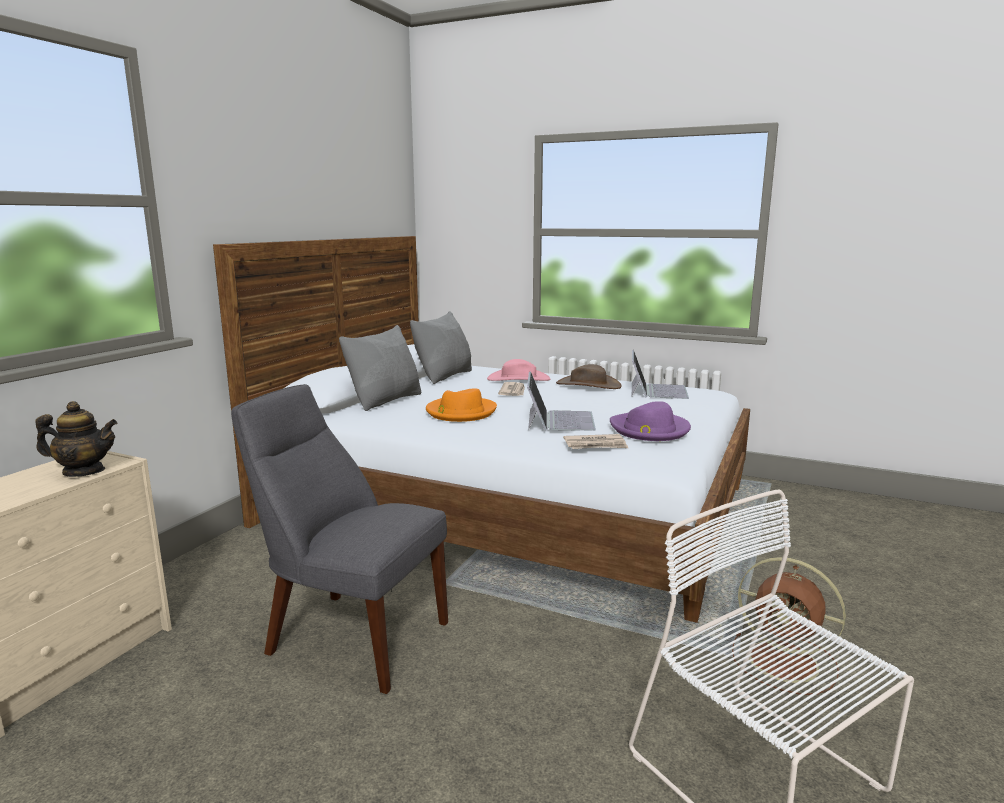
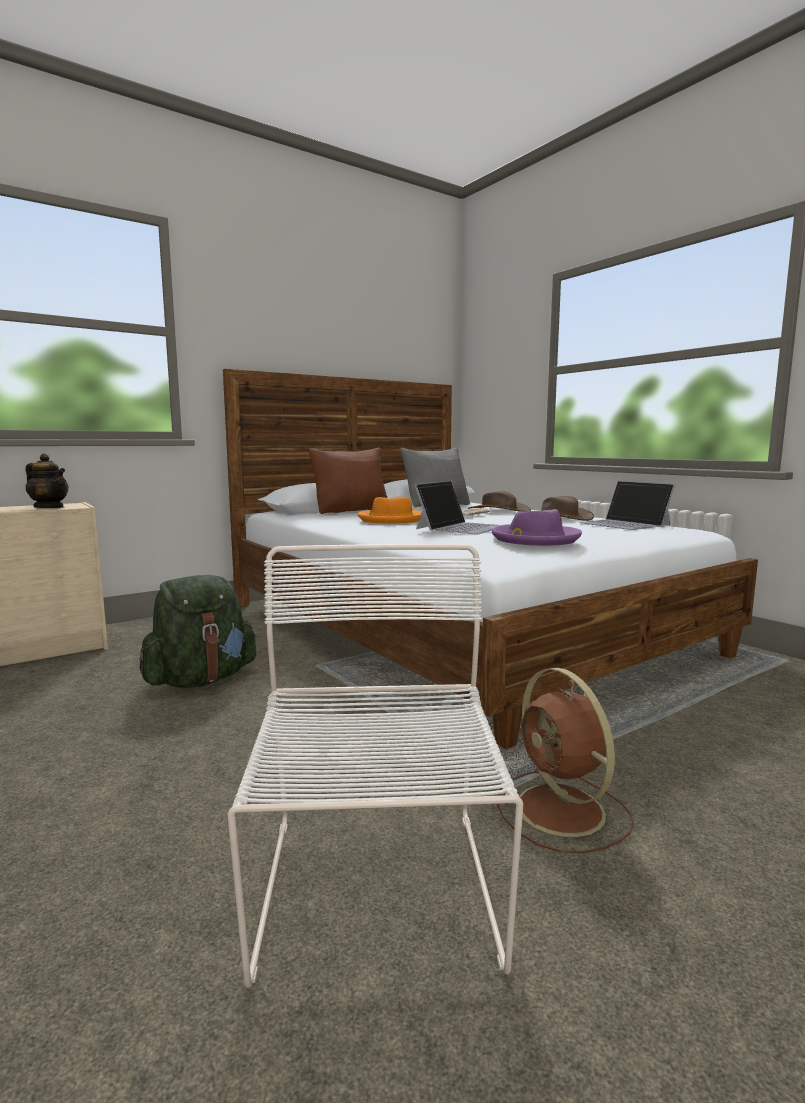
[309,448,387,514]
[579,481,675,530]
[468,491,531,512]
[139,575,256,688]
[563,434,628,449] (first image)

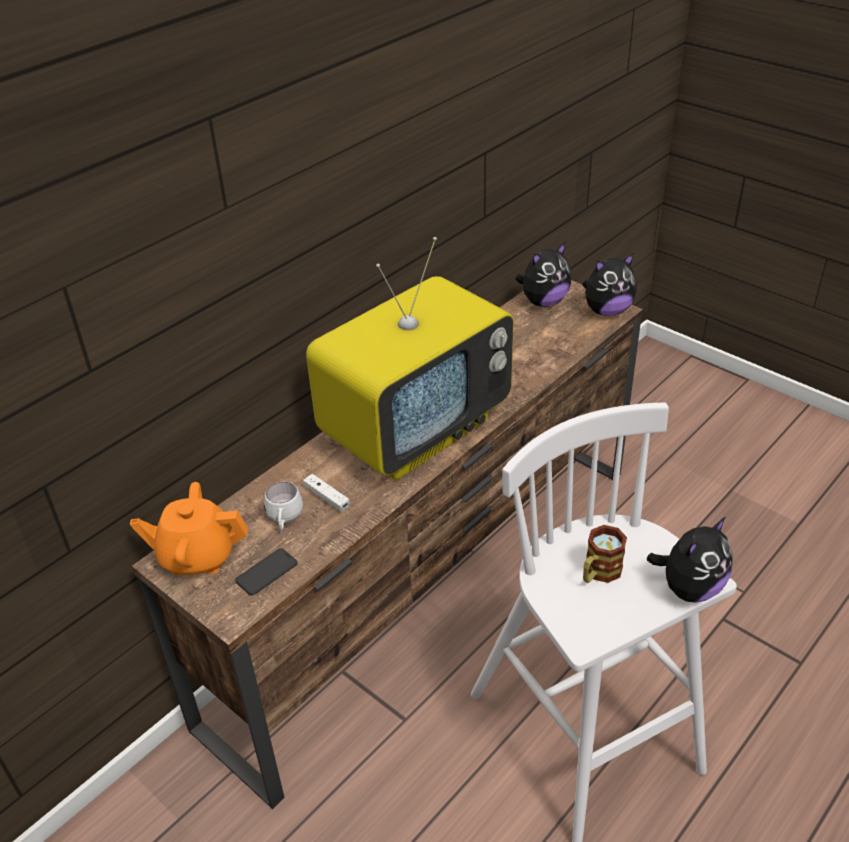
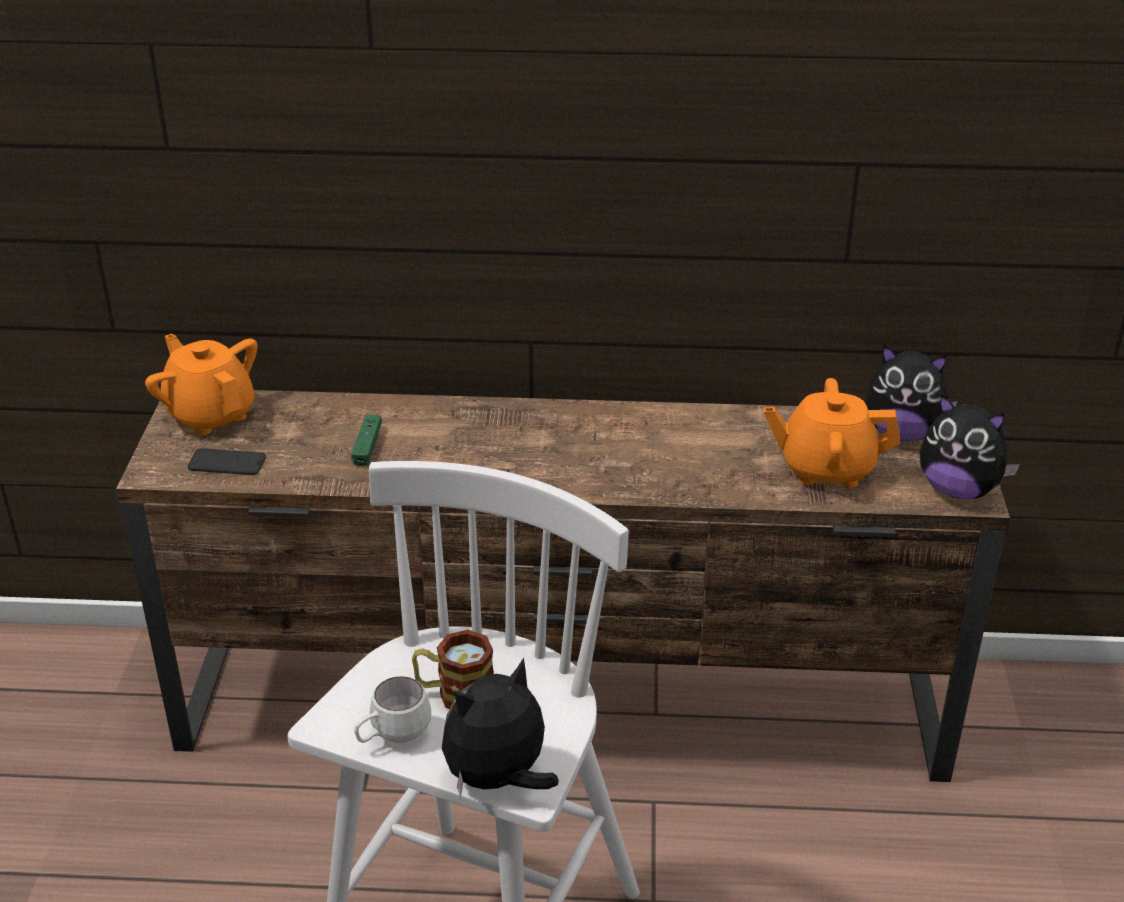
[306,237,514,480] (first image)
[351,415,382,466]
[354,676,431,743]
[442,658,559,798]
[764,378,900,488]

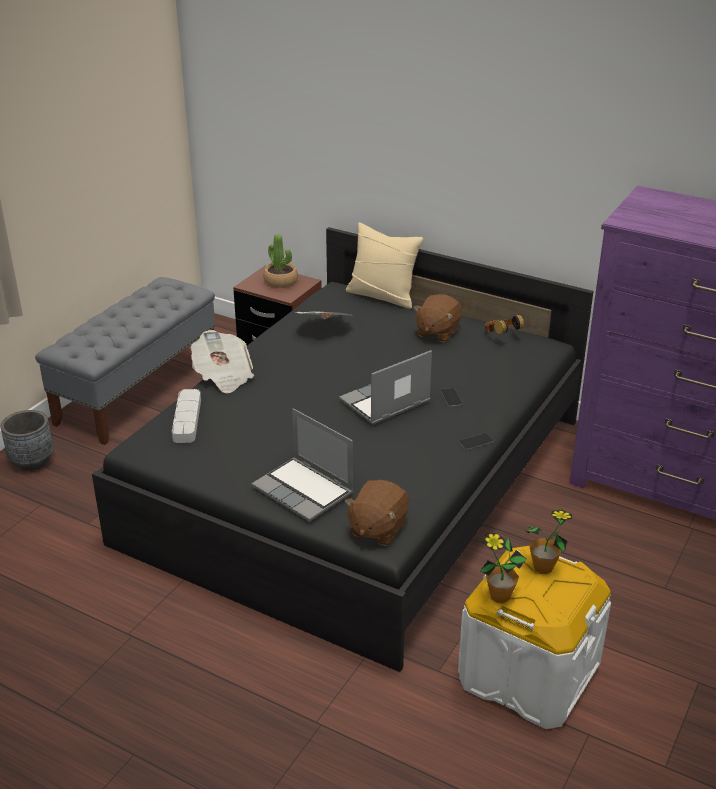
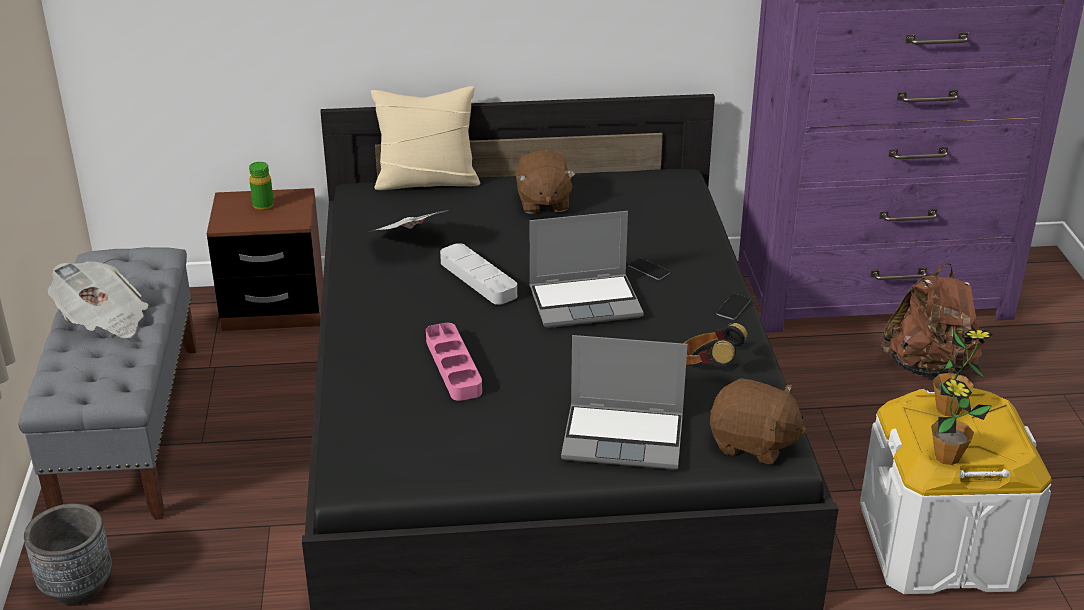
[249,162,274,210]
[683,323,748,365]
[48,261,148,338]
[530,211,644,328]
[440,243,517,305]
[710,378,807,464]
[881,263,985,377]
[426,323,482,401]

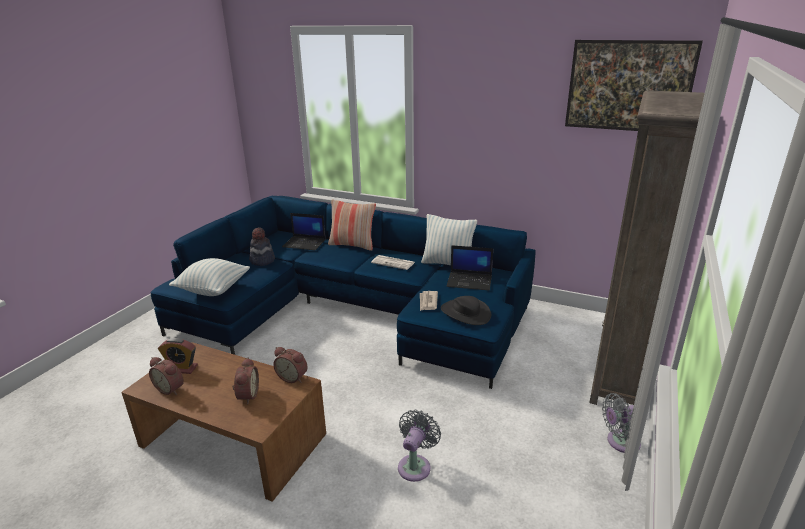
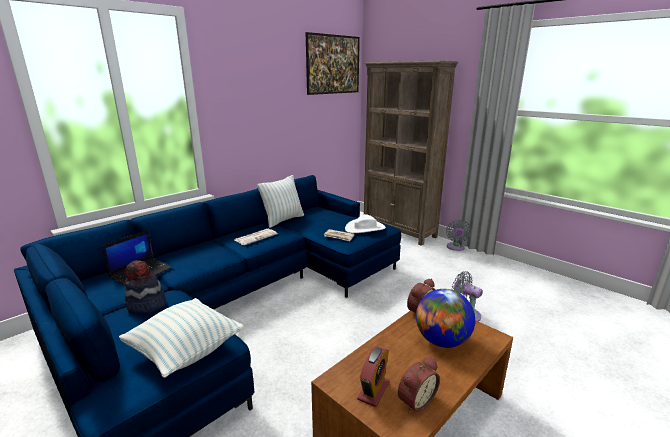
[328,200,376,251] (first image)
[446,245,493,291] (first image)
[345,214,386,233]
[416,289,475,348]

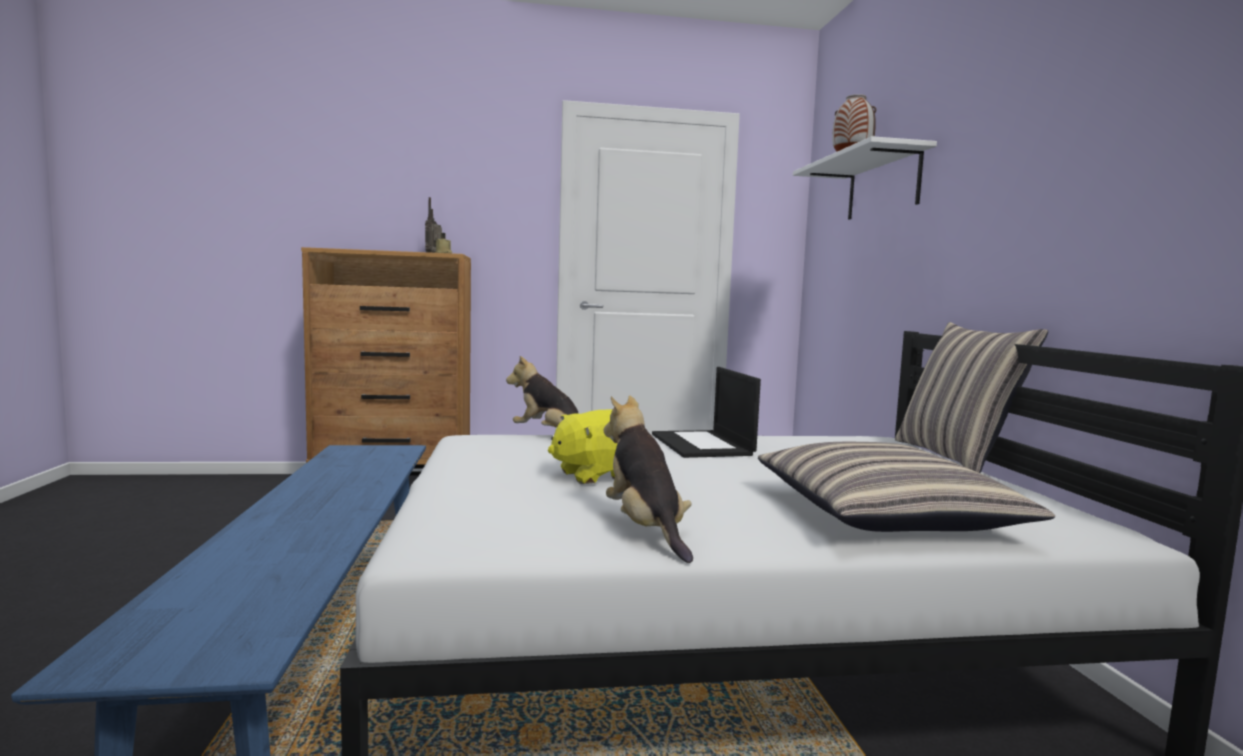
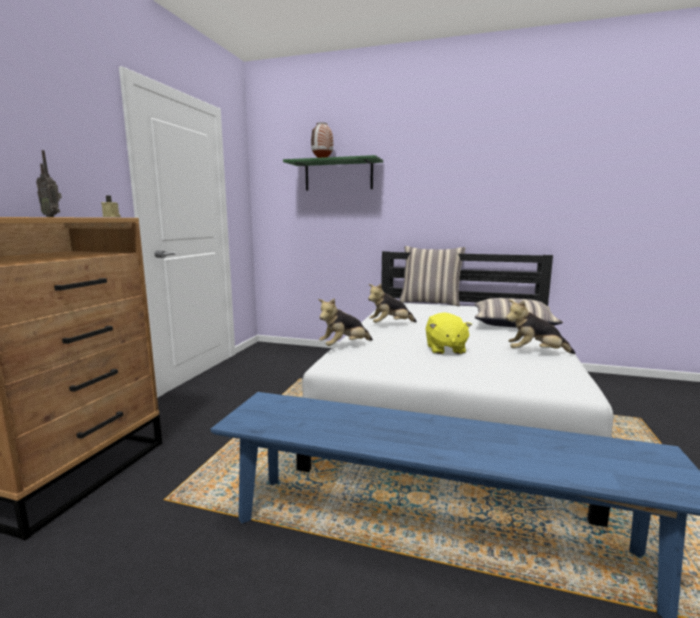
[283,155,383,191]
[368,284,417,323]

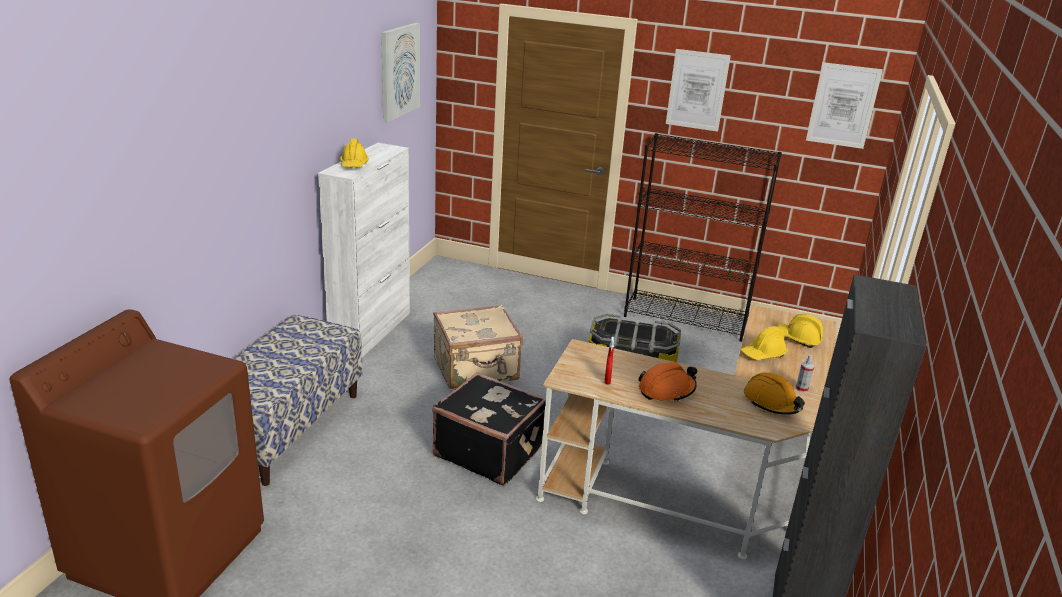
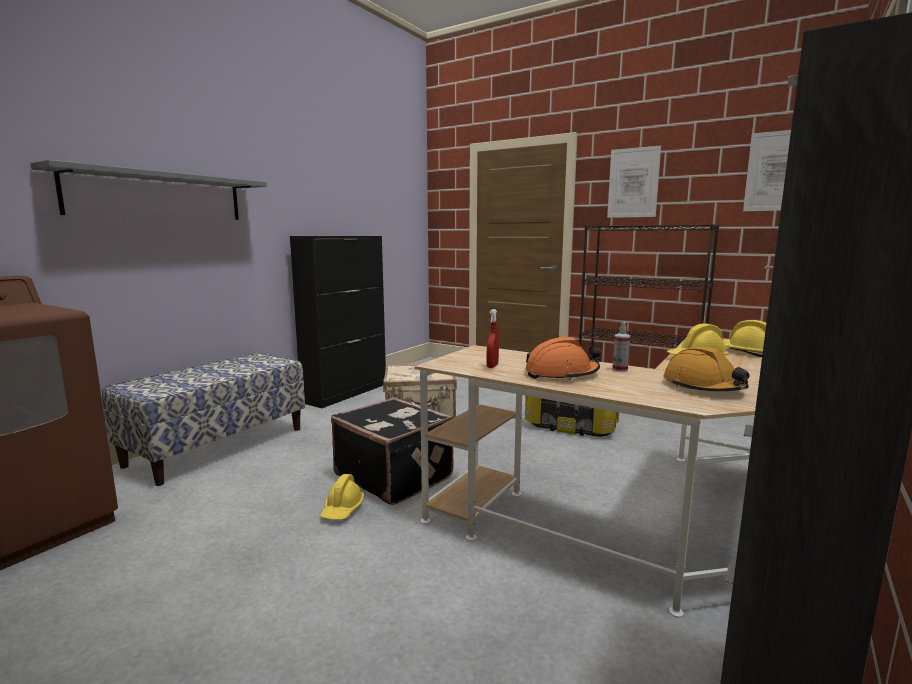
[381,23,420,122] (first image)
[320,474,364,520]
[290,236,386,408]
[613,322,630,372]
[30,160,267,220]

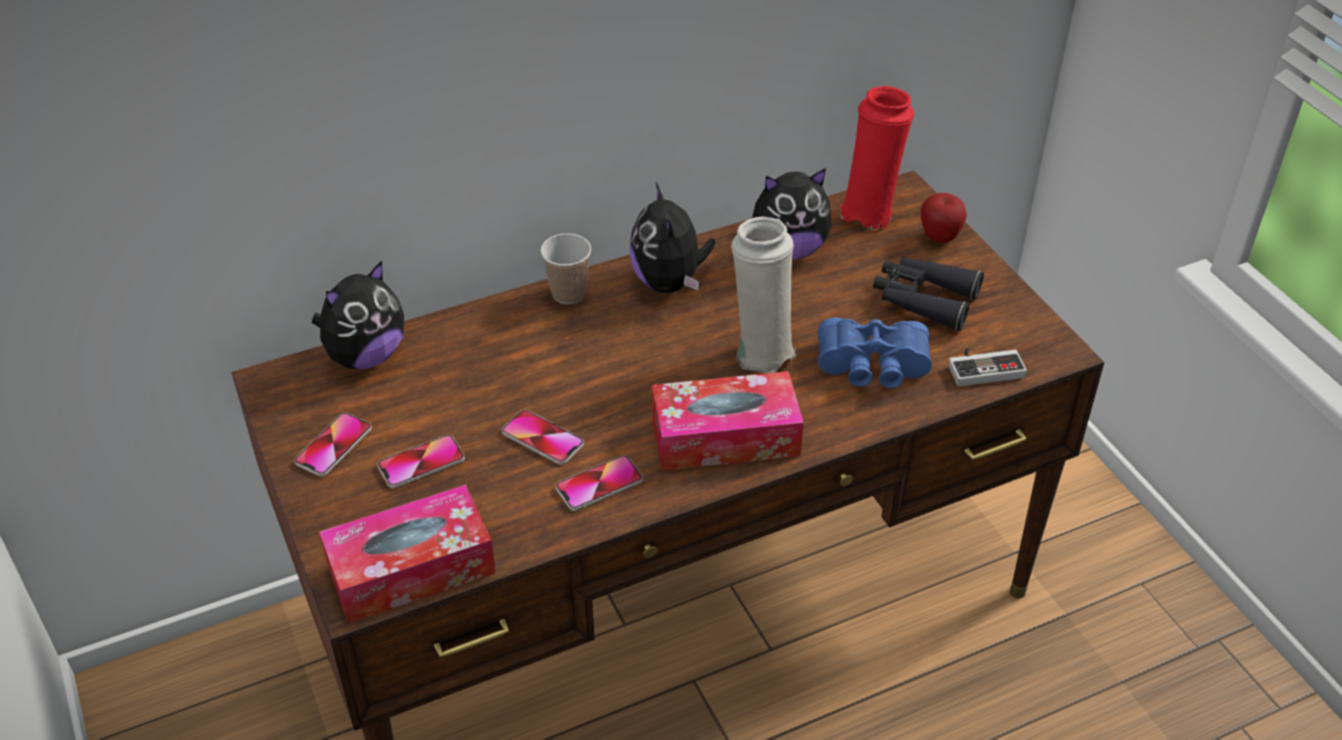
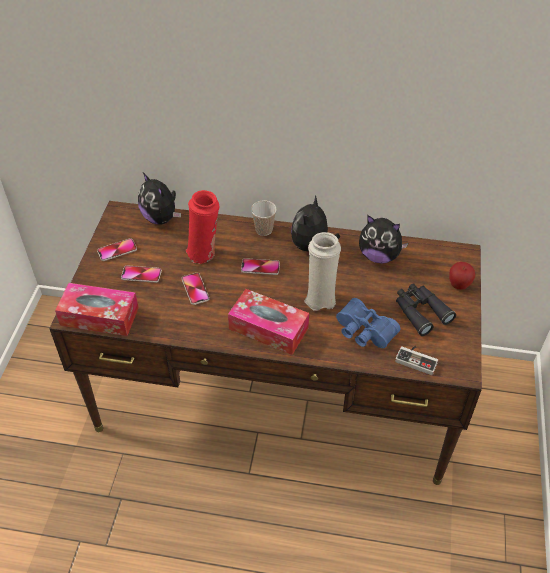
[186,190,219,264]
[138,173,181,225]
[241,258,280,275]

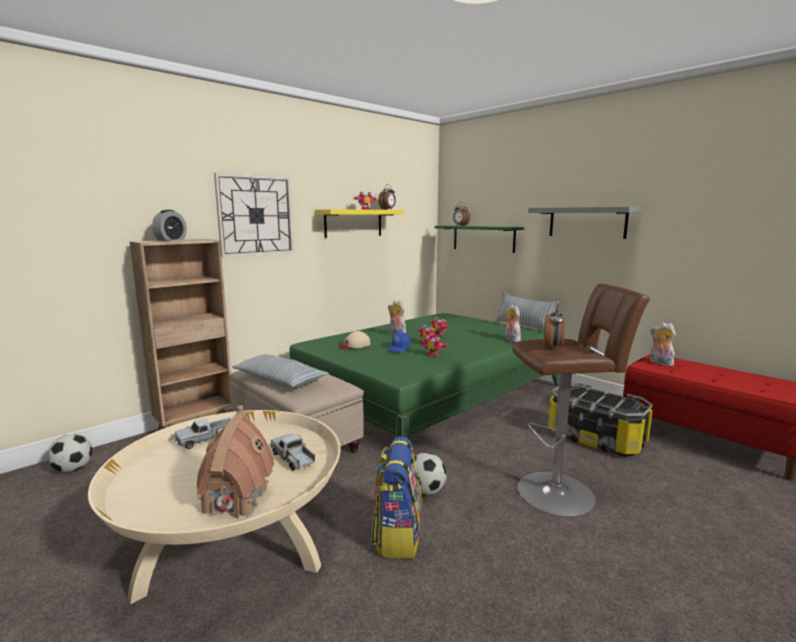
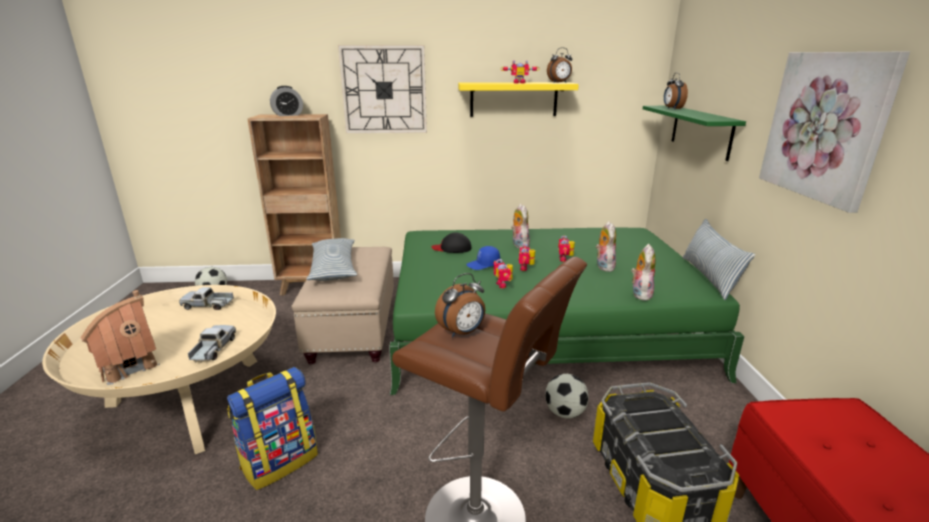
[759,52,910,213]
[596,221,616,272]
[432,232,471,253]
[545,374,589,419]

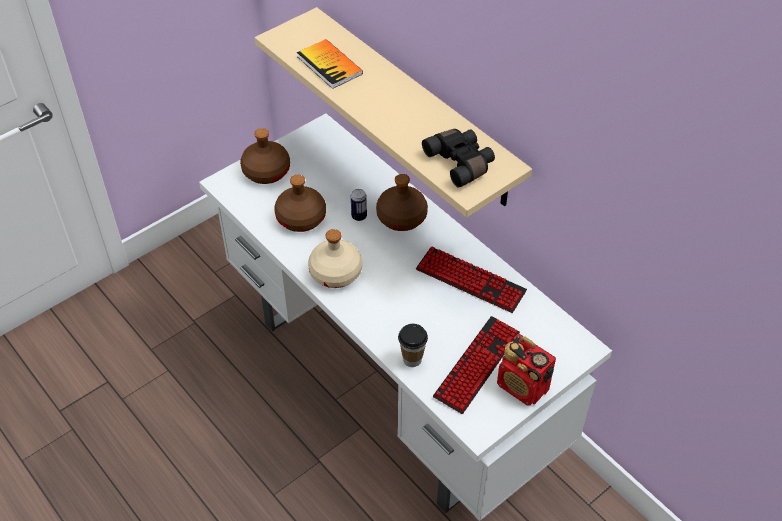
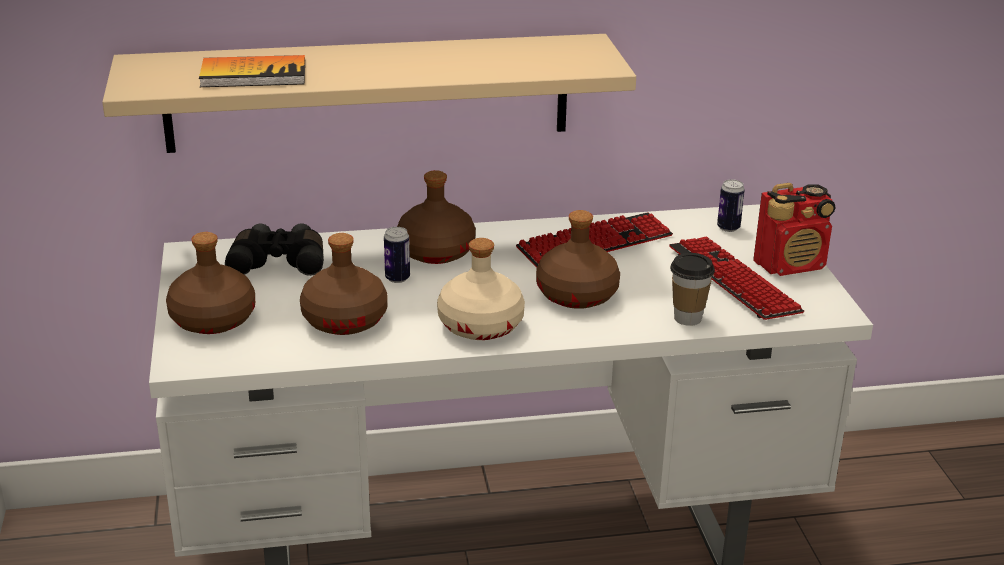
[225,223,324,276]
[717,179,745,232]
[536,210,620,309]

